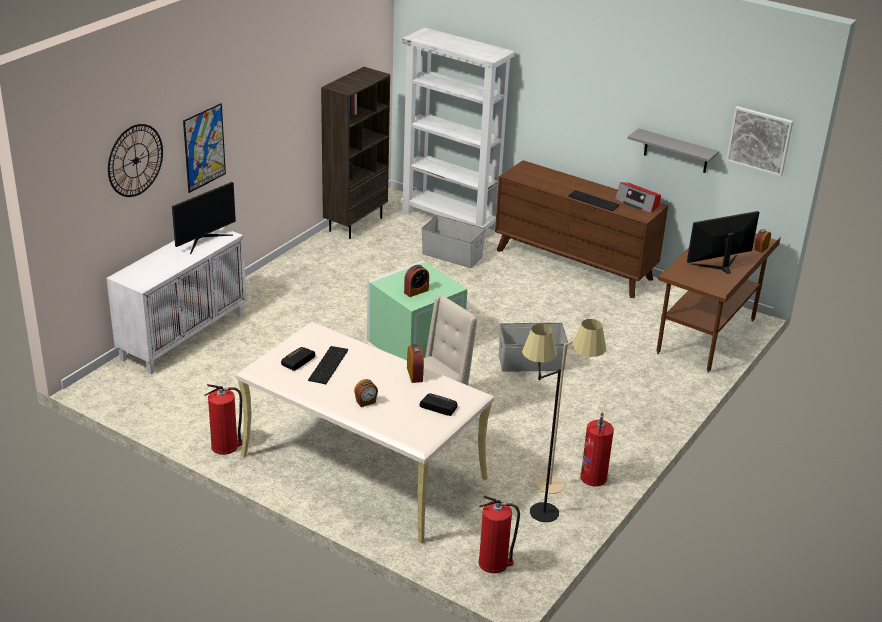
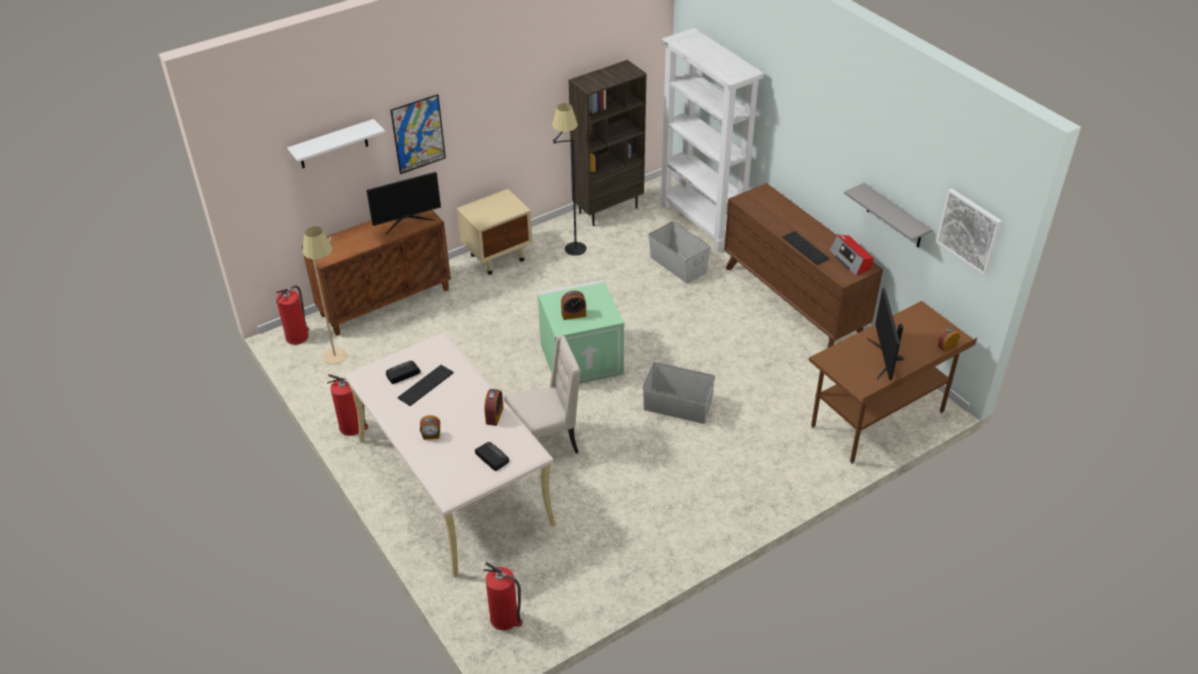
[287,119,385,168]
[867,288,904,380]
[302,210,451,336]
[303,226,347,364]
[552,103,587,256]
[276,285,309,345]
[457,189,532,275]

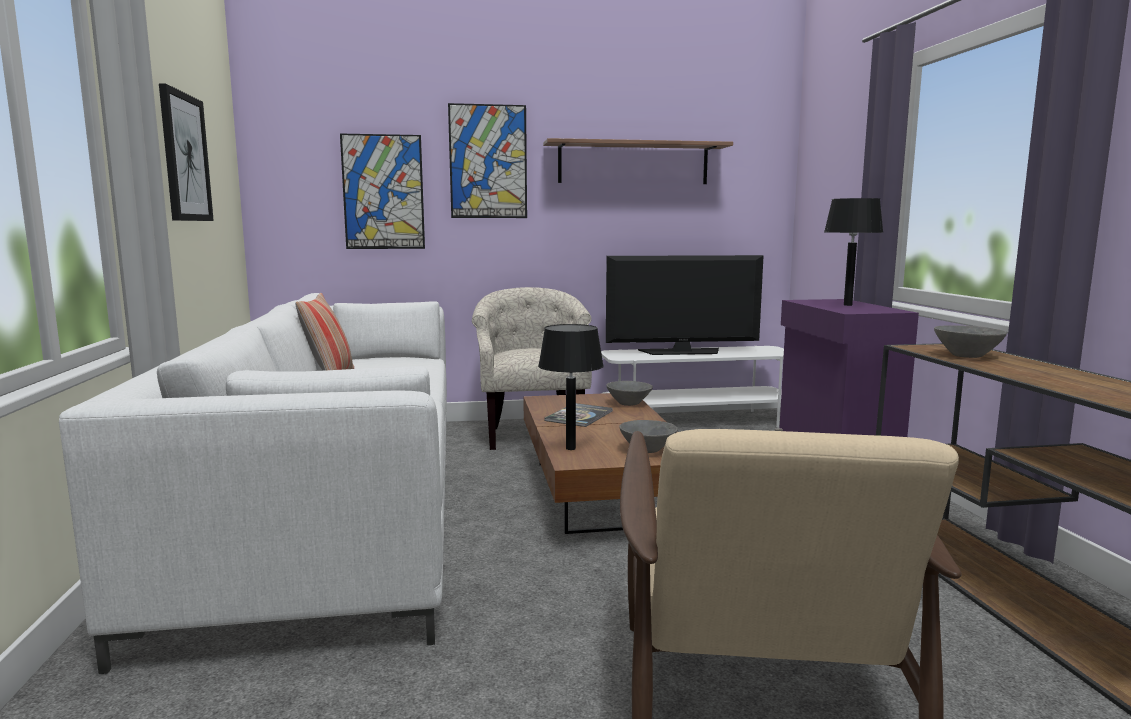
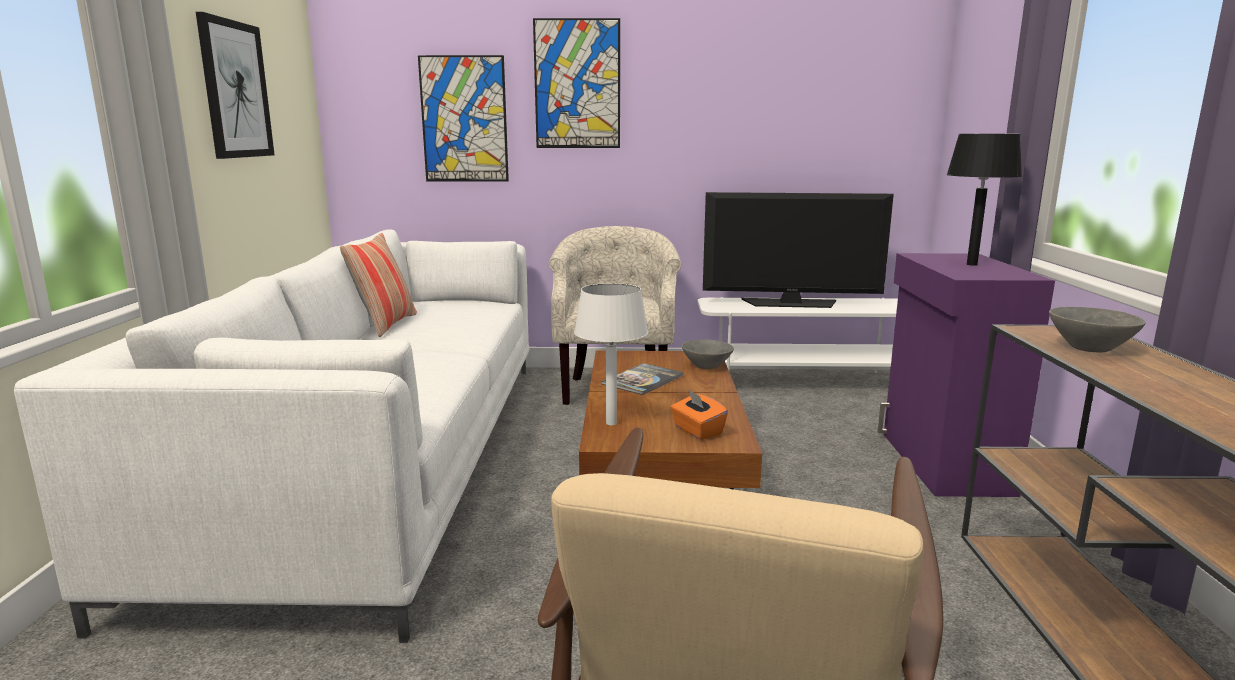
[543,138,733,184] (first image)
[574,283,648,425]
[670,389,728,440]

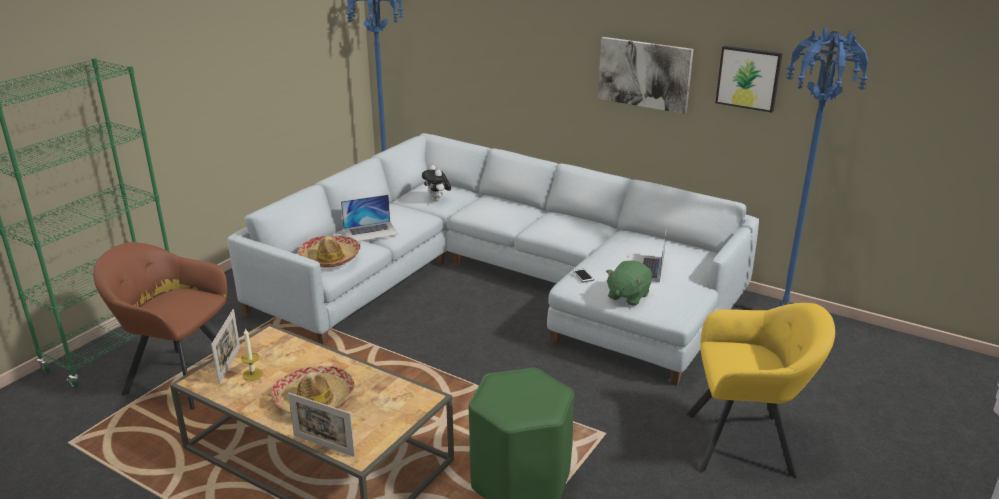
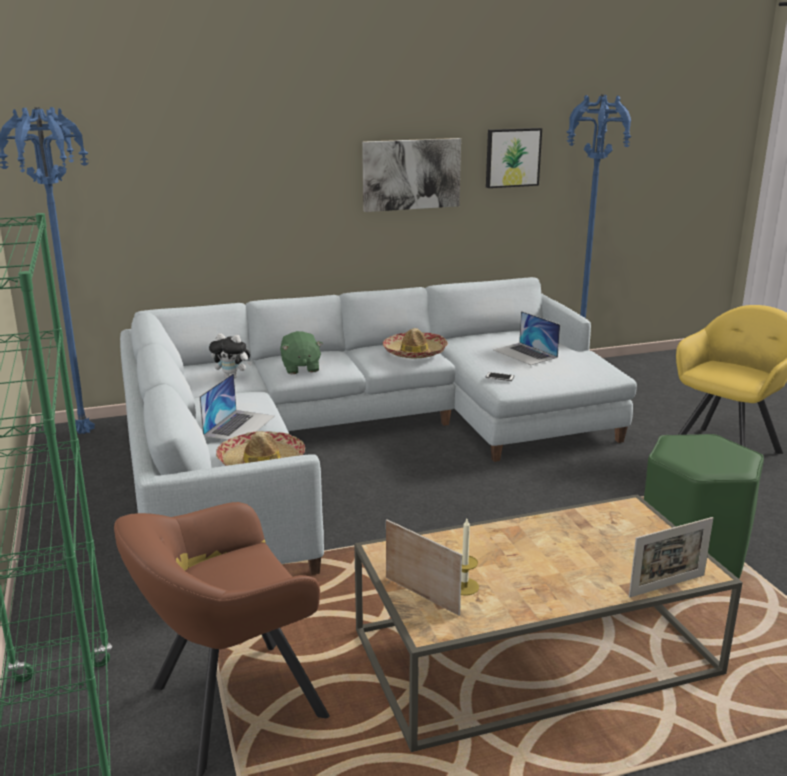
[280,331,323,374]
[383,328,448,358]

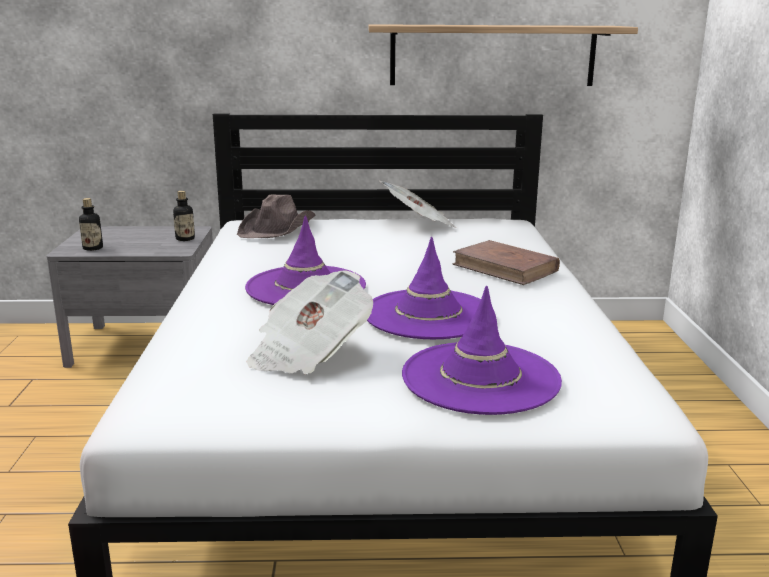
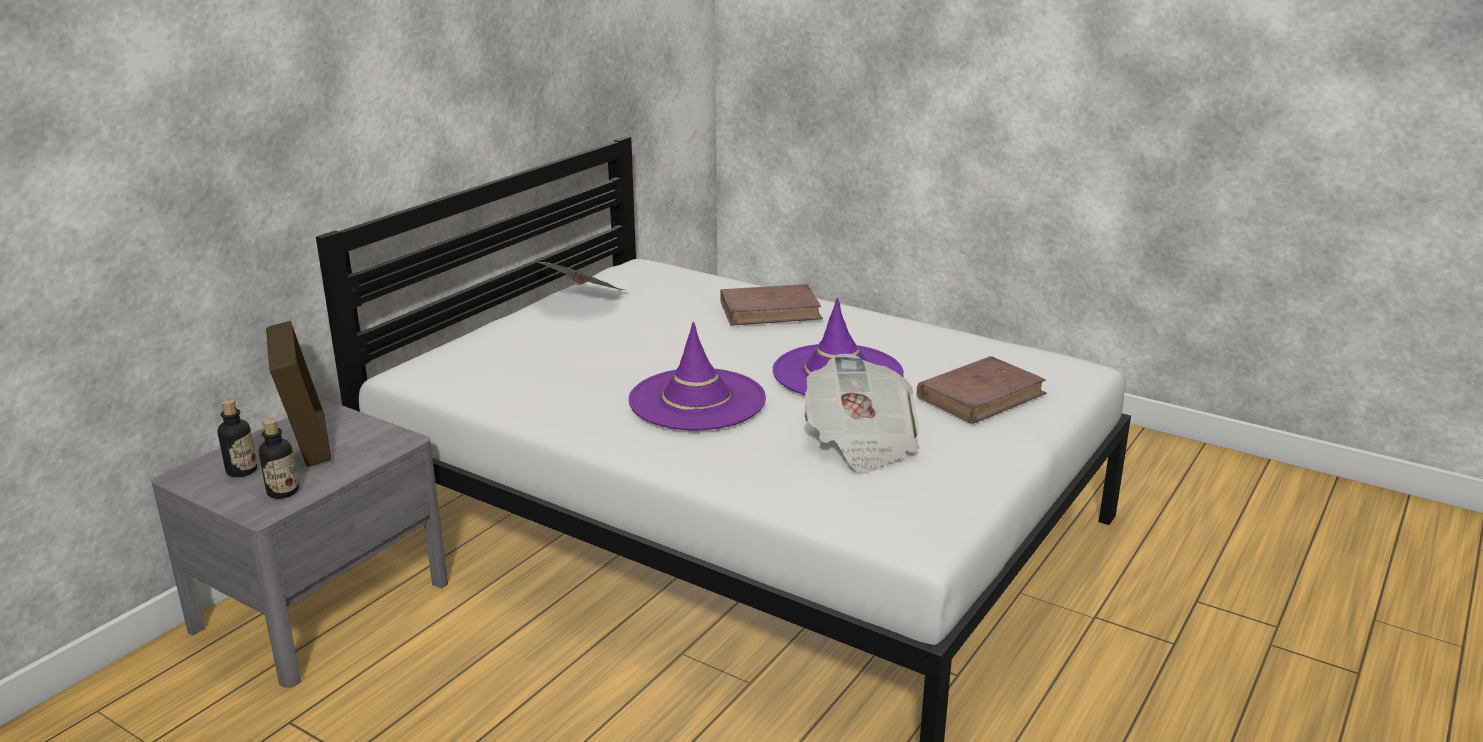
[369,24,638,86] (first image)
[218,399,257,477]
[237,194,316,238] (first image)
[917,356,1047,424]
[266,321,331,467]

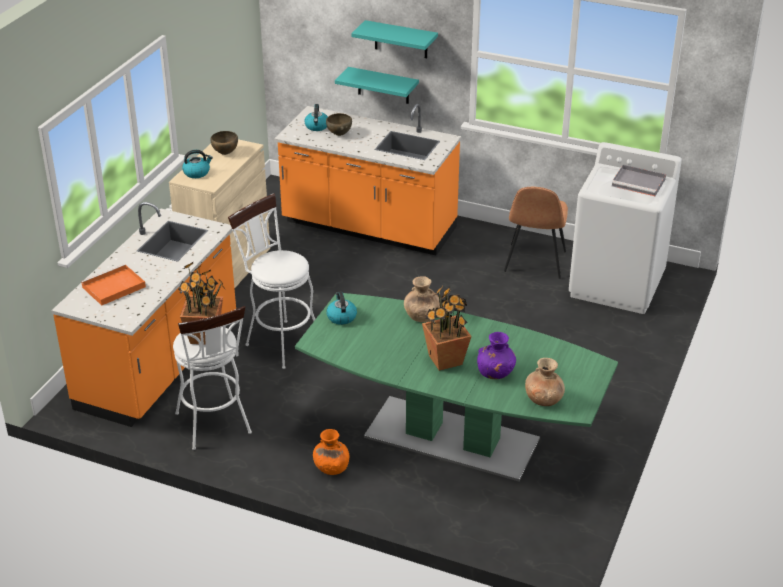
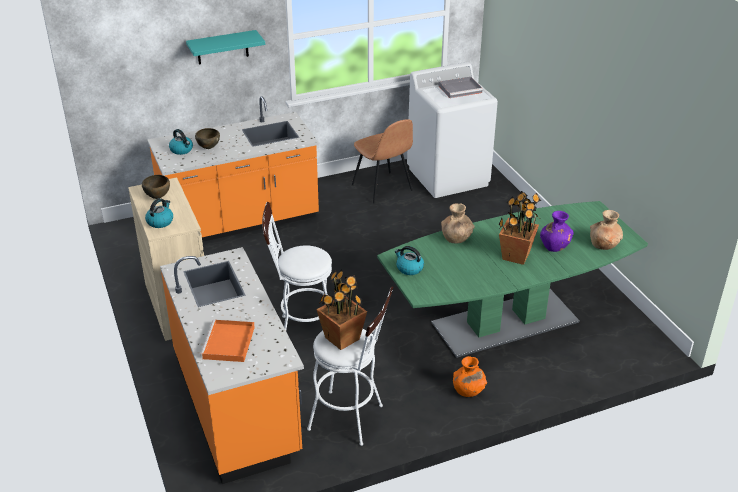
[335,67,419,104] (first image)

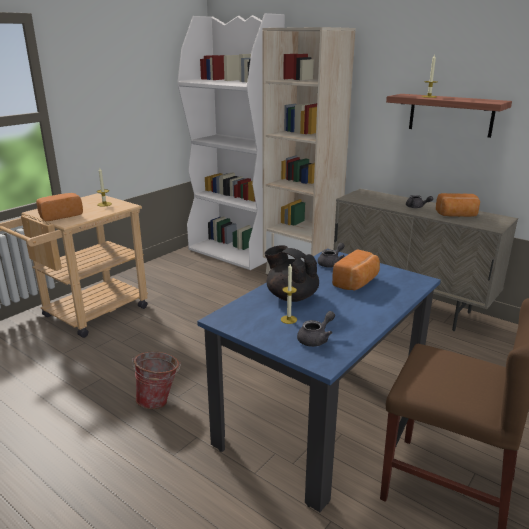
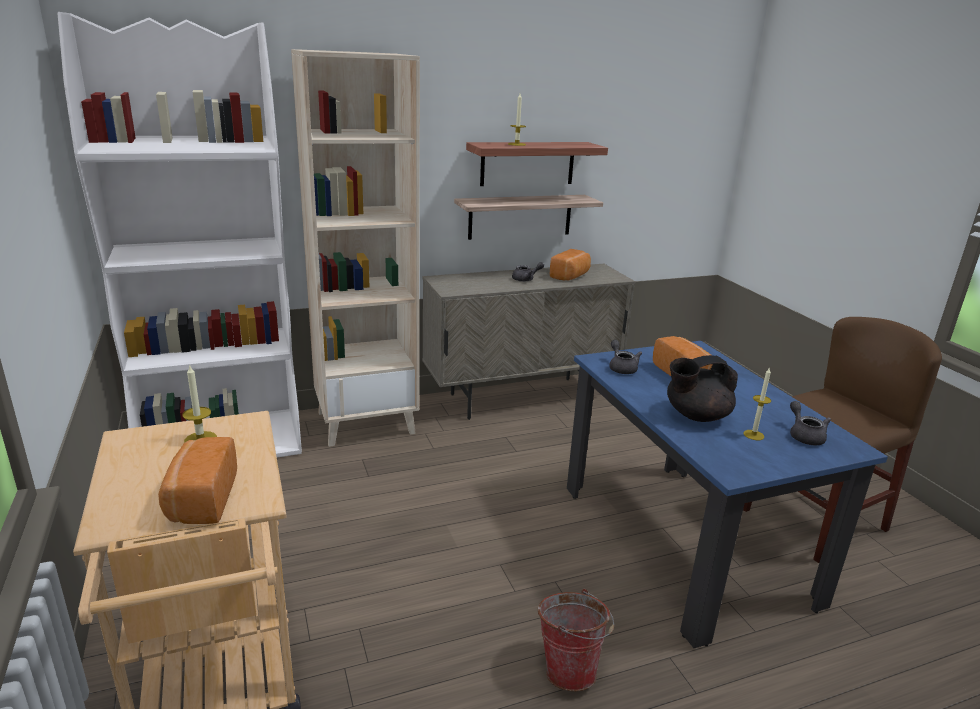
[454,195,603,240]

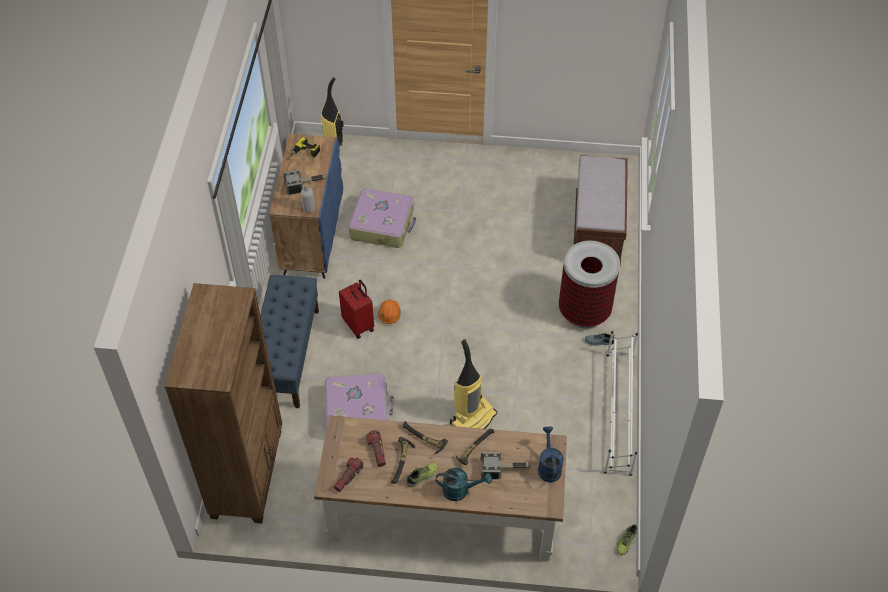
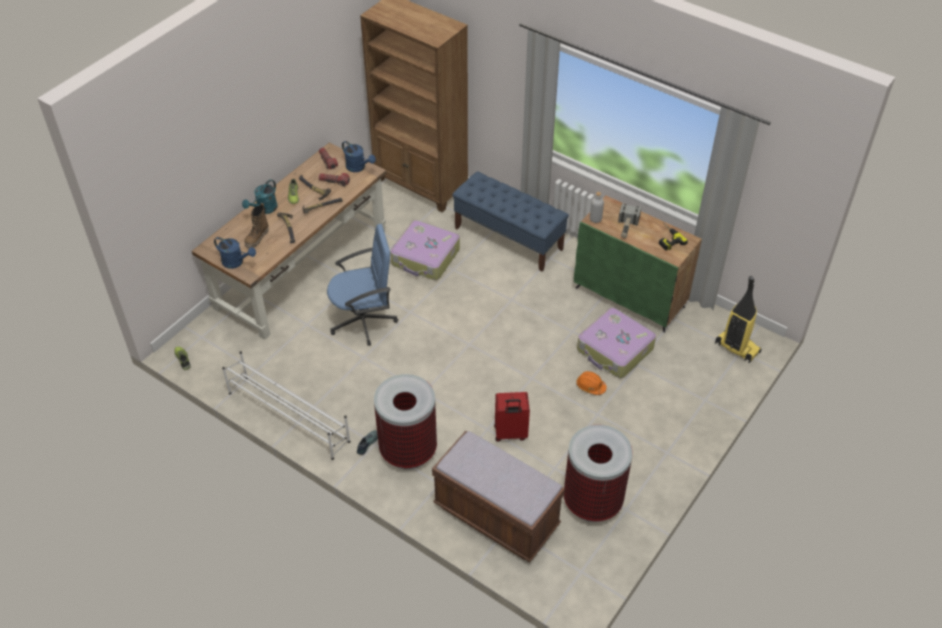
[574,196,702,333]
[494,392,530,442]
[576,371,607,395]
[327,224,398,346]
[244,203,269,248]
[342,141,376,172]
[564,425,633,522]

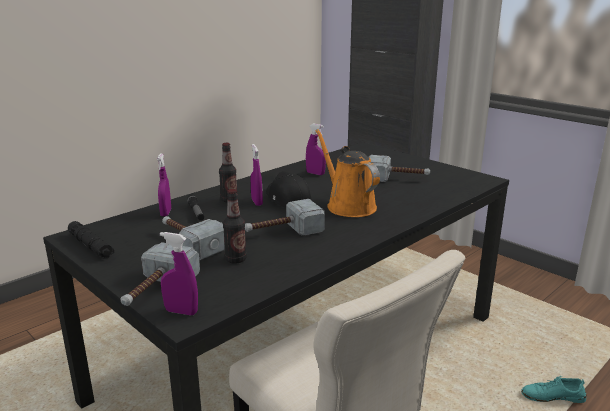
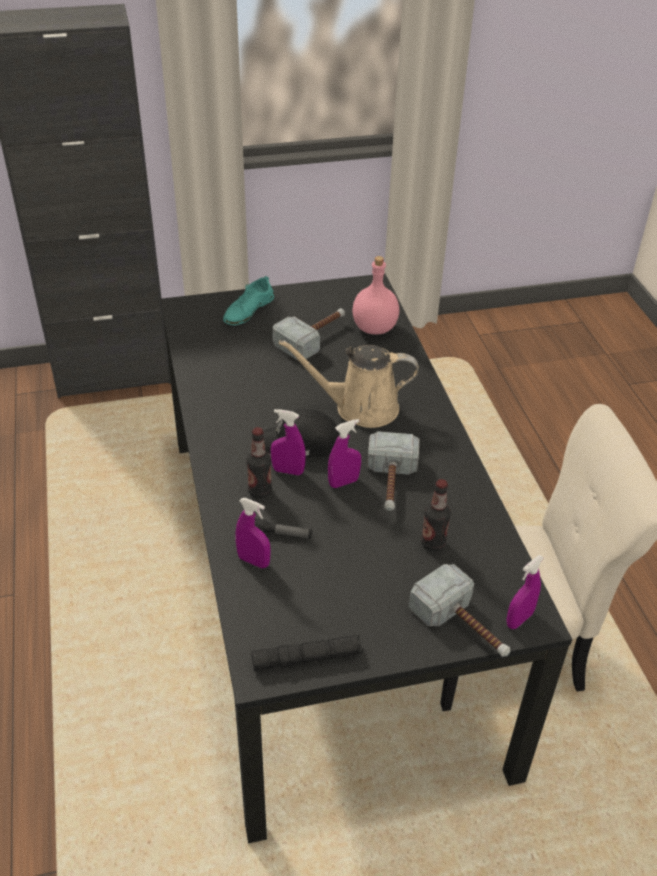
[328,419,361,488]
[279,340,418,428]
[162,216,225,261] (first image)
[223,276,274,325]
[352,256,399,335]

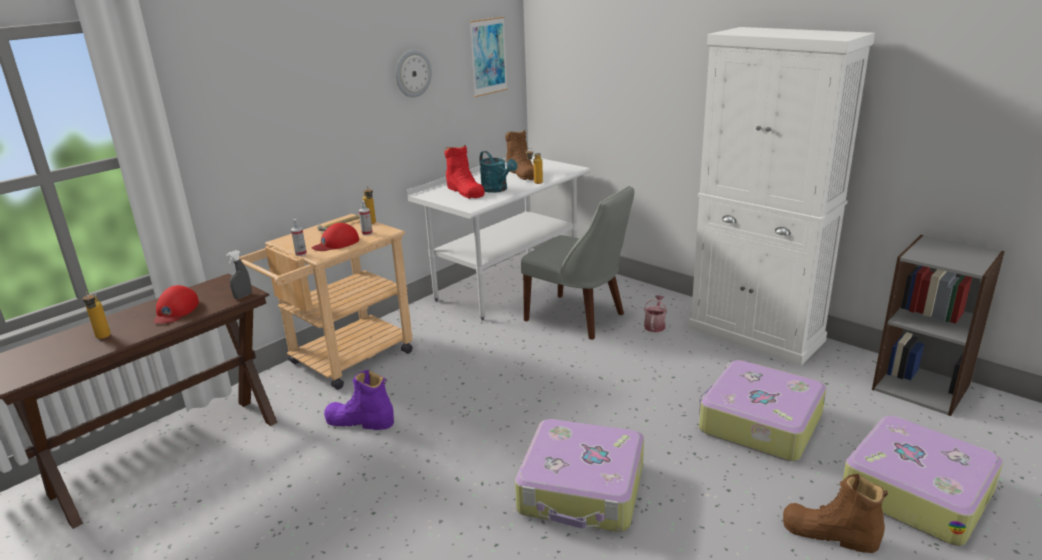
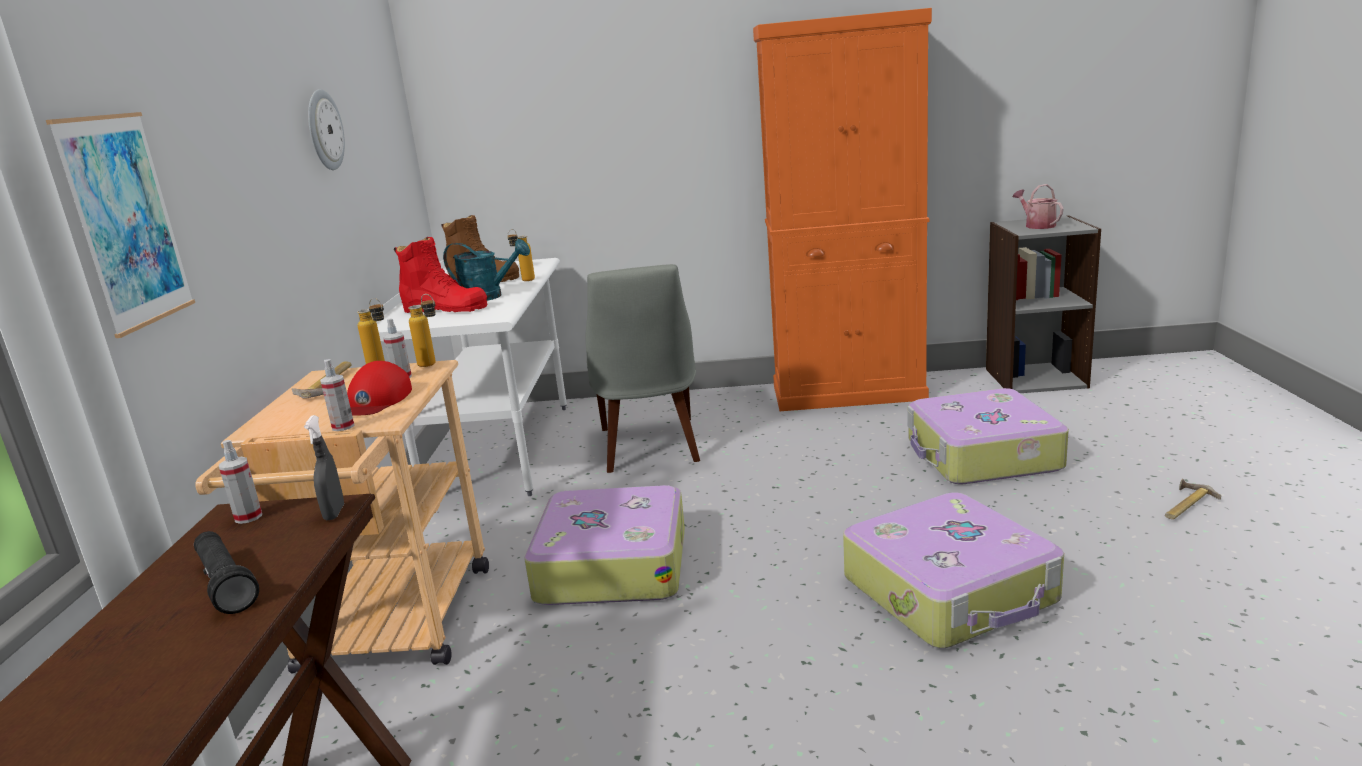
[46,112,195,338]
[753,8,932,411]
[585,264,700,473]
[194,531,259,614]
[408,294,436,367]
[1013,184,1064,229]
[324,370,394,430] (first image)
[525,485,685,605]
[1165,478,1221,519]
[219,440,262,524]

